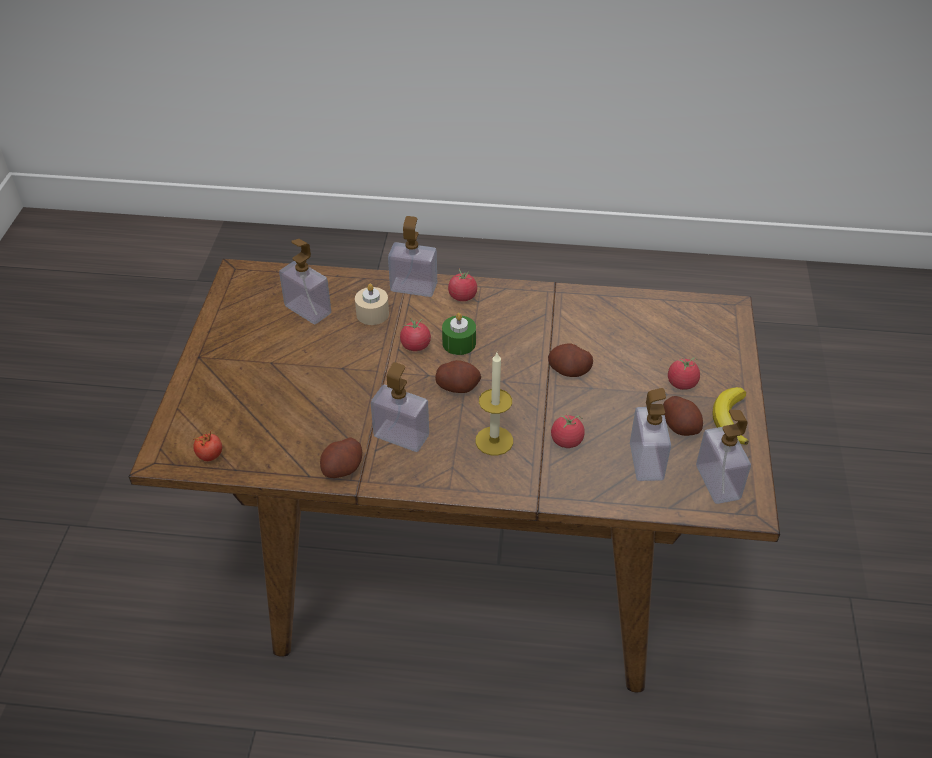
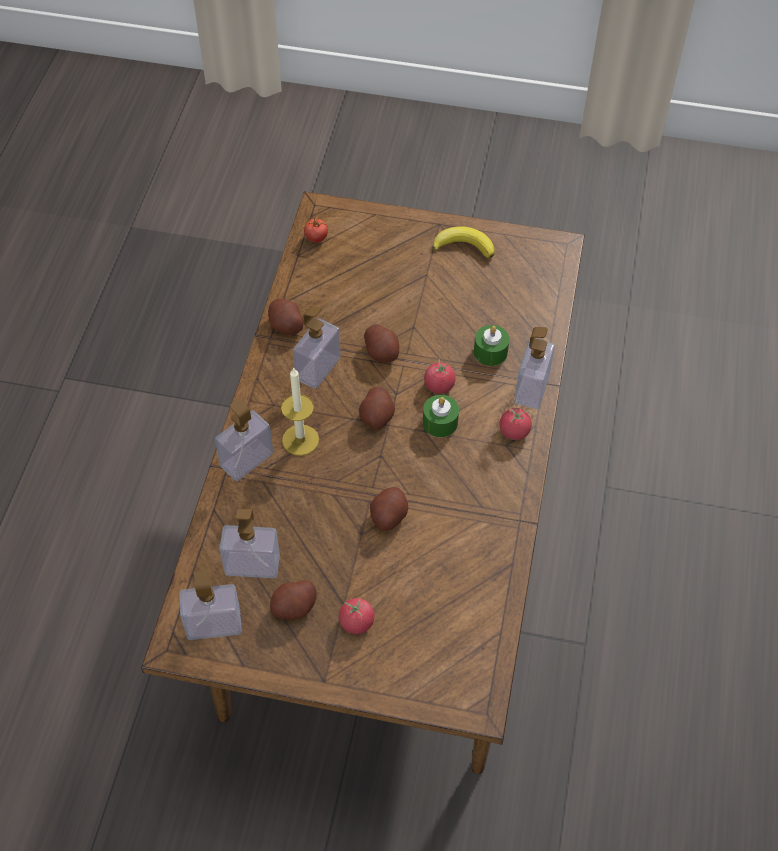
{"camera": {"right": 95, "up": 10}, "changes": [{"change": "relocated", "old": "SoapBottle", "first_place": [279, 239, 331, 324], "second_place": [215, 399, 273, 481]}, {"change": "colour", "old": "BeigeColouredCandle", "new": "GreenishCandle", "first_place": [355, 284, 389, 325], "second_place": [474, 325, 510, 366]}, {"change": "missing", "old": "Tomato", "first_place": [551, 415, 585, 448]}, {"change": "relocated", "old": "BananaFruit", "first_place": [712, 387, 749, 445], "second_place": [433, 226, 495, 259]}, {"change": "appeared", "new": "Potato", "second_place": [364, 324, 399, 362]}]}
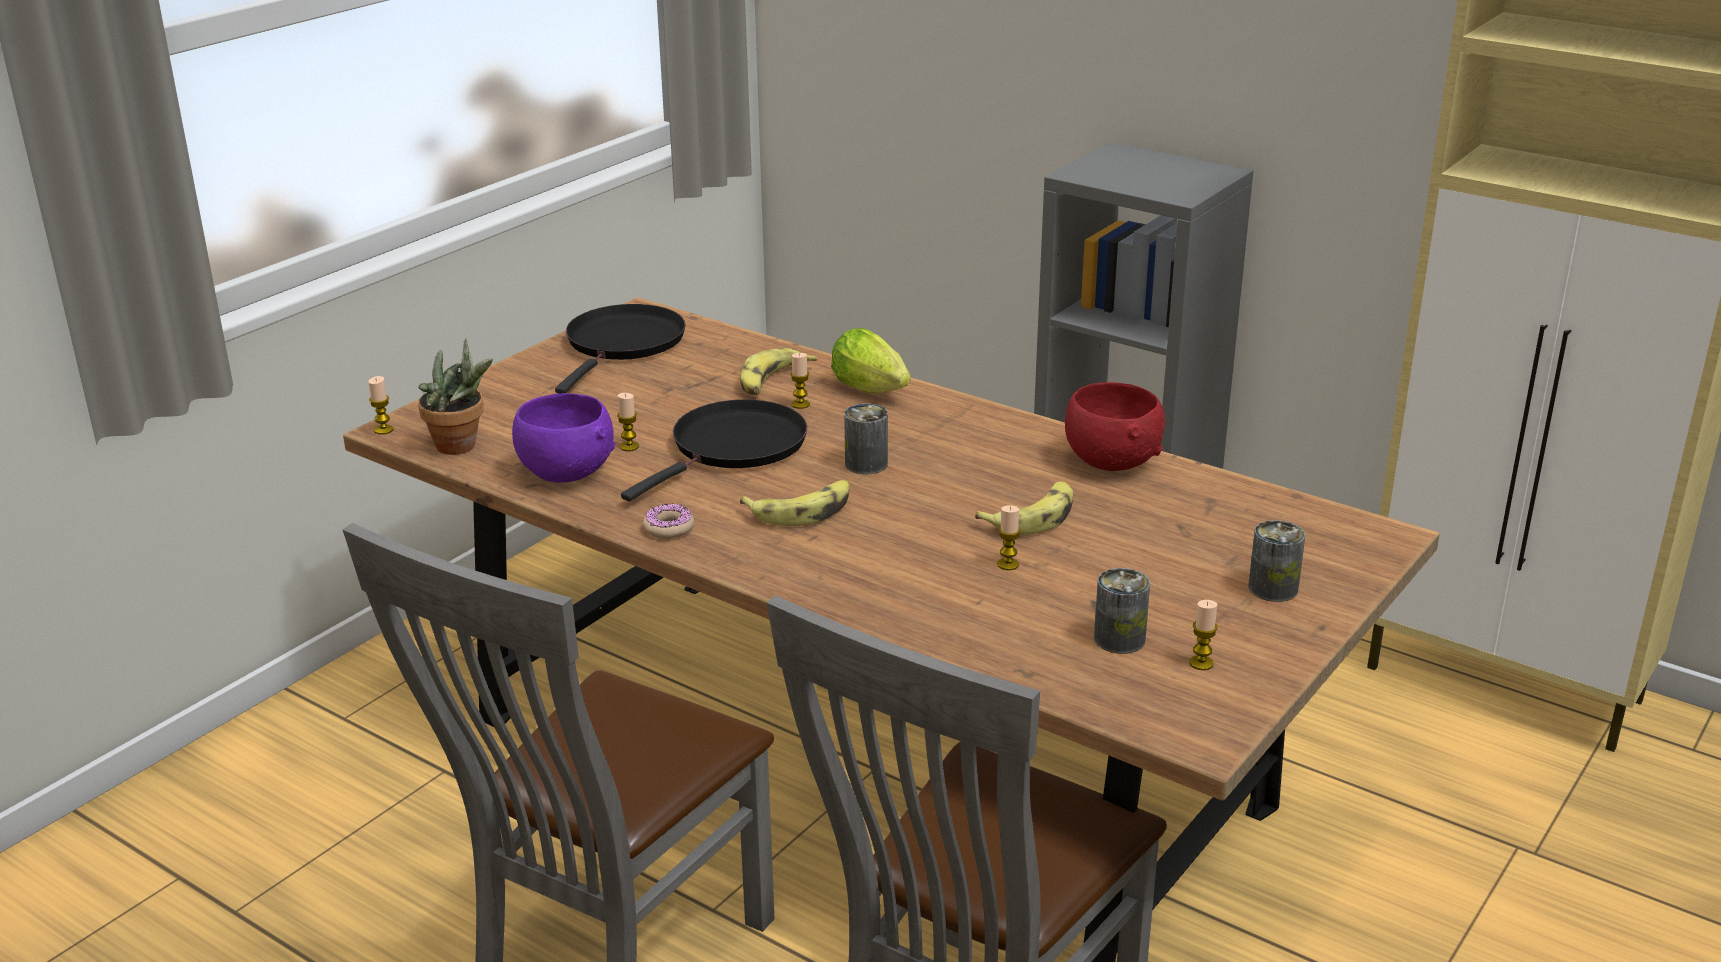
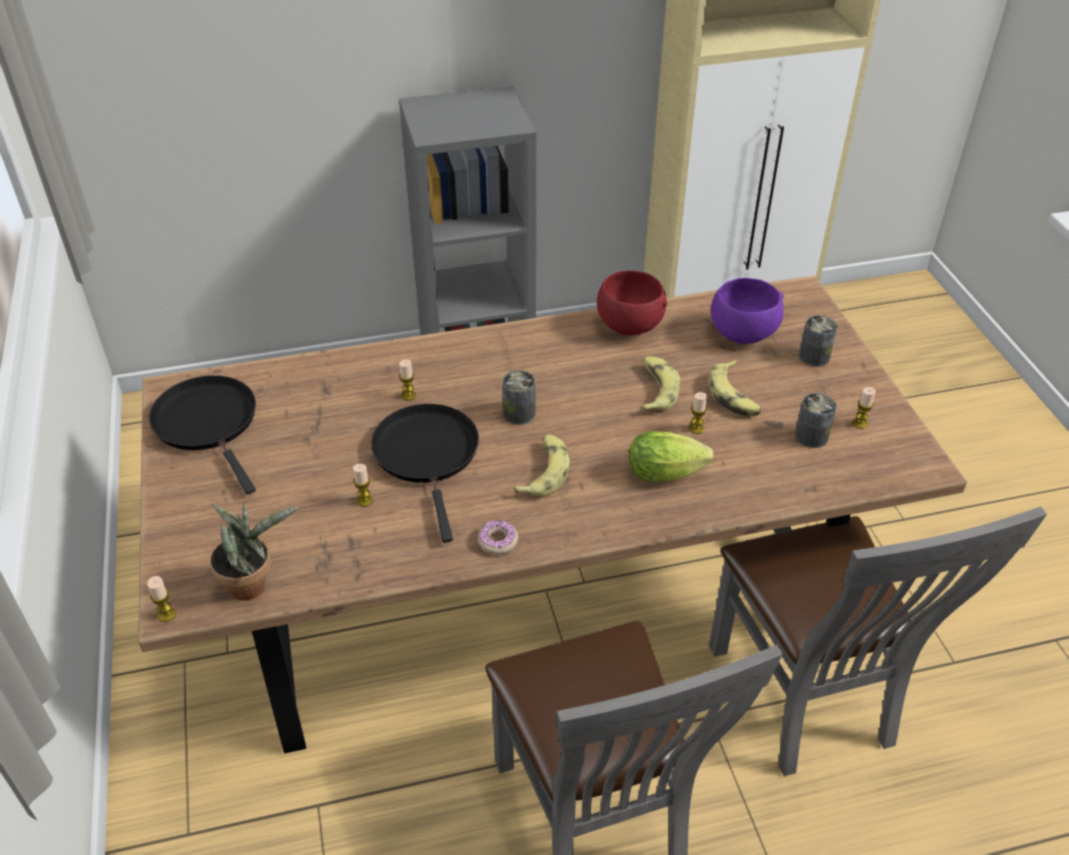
{"camera": {"right": -50, "up": 15}, "changes": [{"change": "relocated", "old": "PurplishDeepDish", "first_place": [512, 393, 616, 483], "second_place": [711, 278, 784, 344]}, {"change": "relocated", "old": "BananaFruit", "first_place": [740, 348, 817, 396], "second_place": [709, 360, 762, 416]}, {"change": "relocated", "old": "Lettuce", "first_place": [831, 328, 910, 393], "second_place": [629, 431, 714, 482]}]}
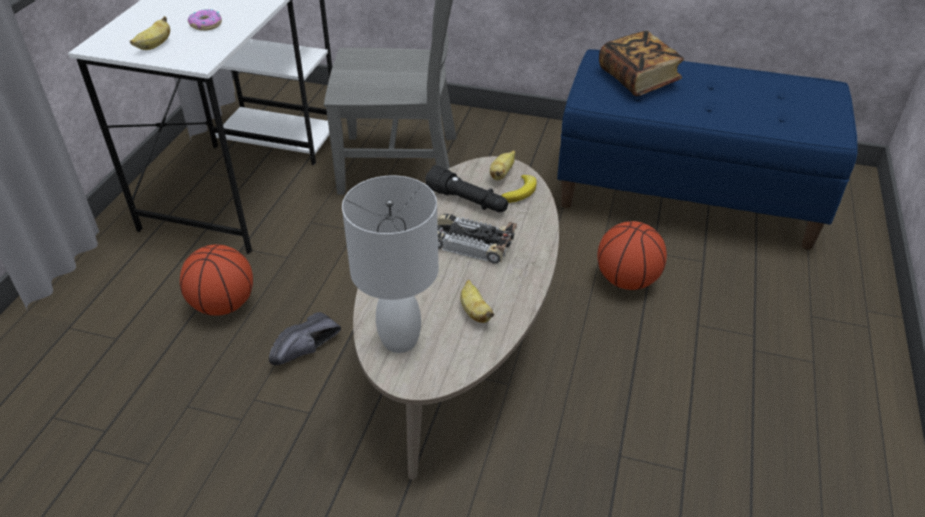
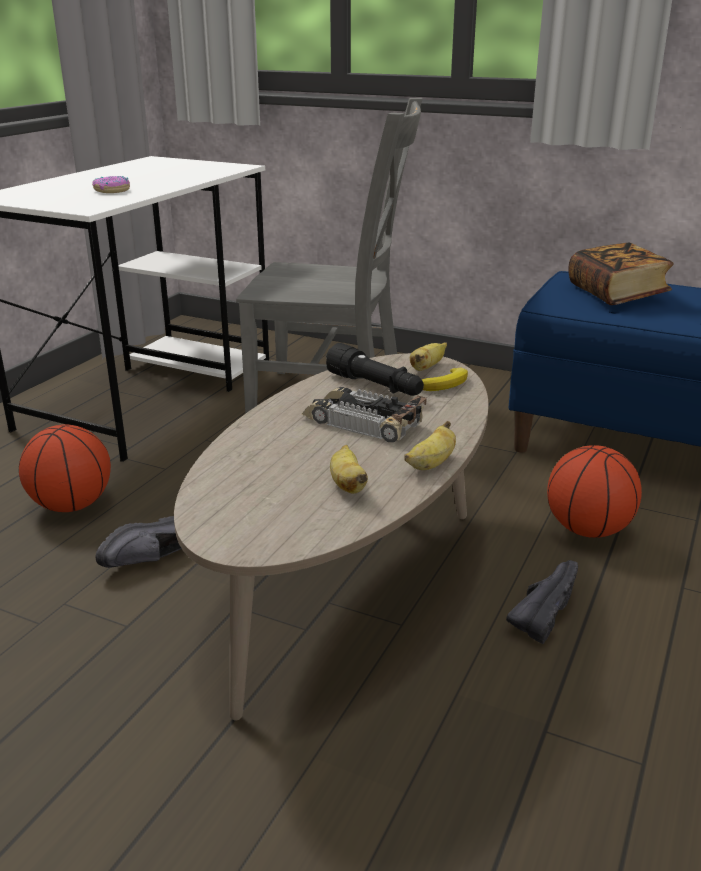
{"camera": {"right": 10, "up": -15}, "changes": [{"change": "relocated", "old": "BananaFruit", "first_place": [130, 16, 170, 50], "second_place": [404, 421, 456, 470]}, {"change": "missing", "old": "WhiteLampForATable", "first_place": [342, 176, 439, 353]}, {"change": "appeared", "new": "BlackColouredLowShoe", "second_place": [506, 560, 578, 644]}]}
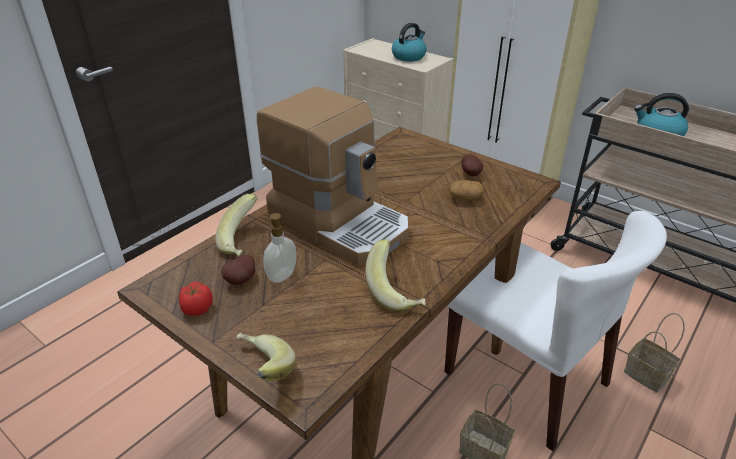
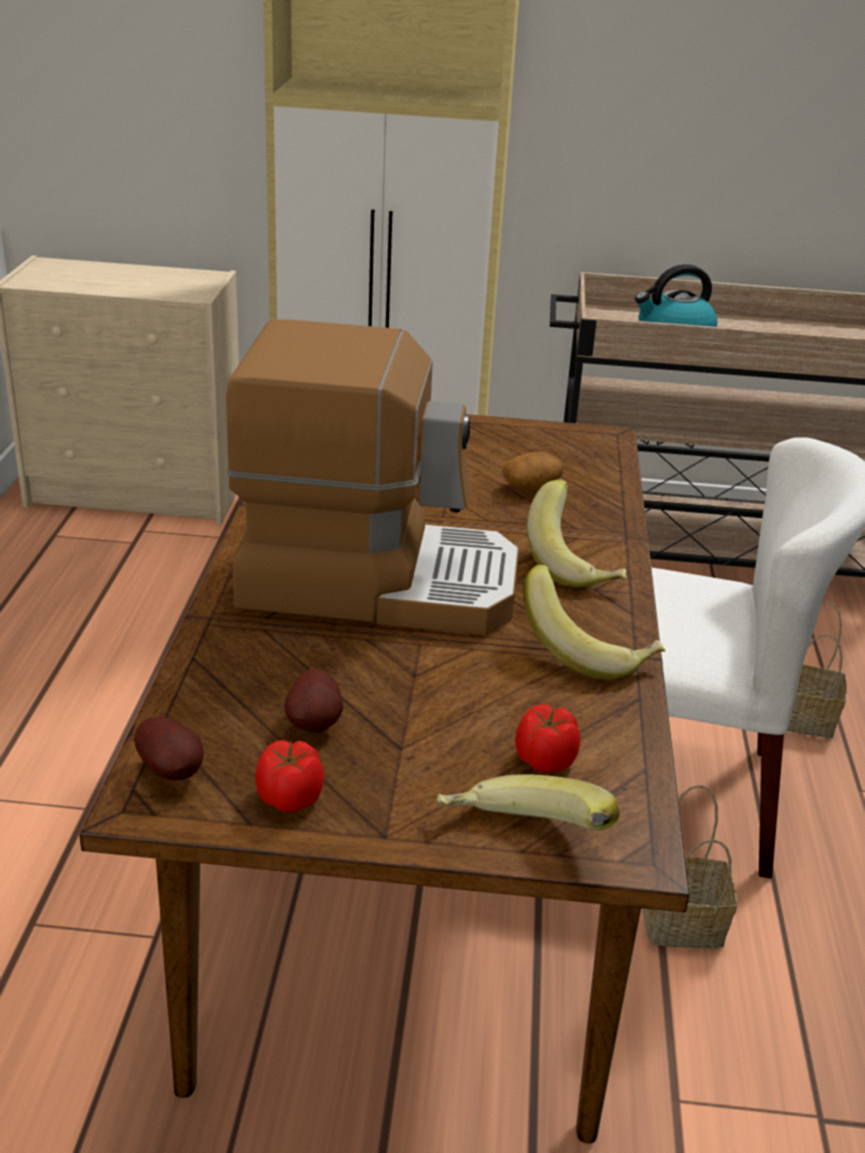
{"camera": {"right": -35, "up": -5}, "changes": [{"change": "relocated", "old": "BananaFruit", "first_place": [215, 194, 258, 256], "second_place": [527, 479, 627, 589]}, {"change": "missing", "old": "SoapBottle", "first_place": [263, 213, 297, 283]}, {"change": "missing", "old": "WaterKettle", "first_place": [392, 23, 427, 62]}, {"change": "relocated", "old": "Potato", "first_place": [461, 154, 483, 176], "second_place": [134, 716, 204, 780]}, {"change": "appeared", "new": "Tomato", "second_place": [516, 704, 580, 773]}]}
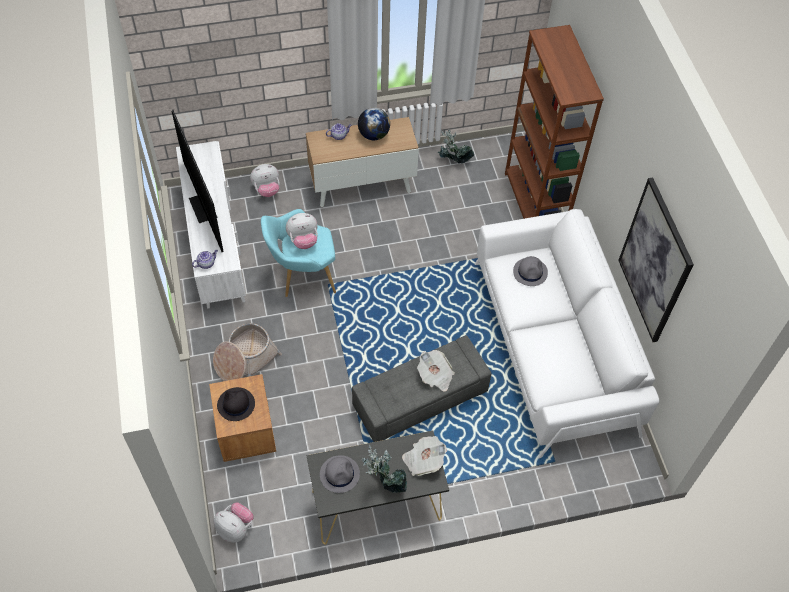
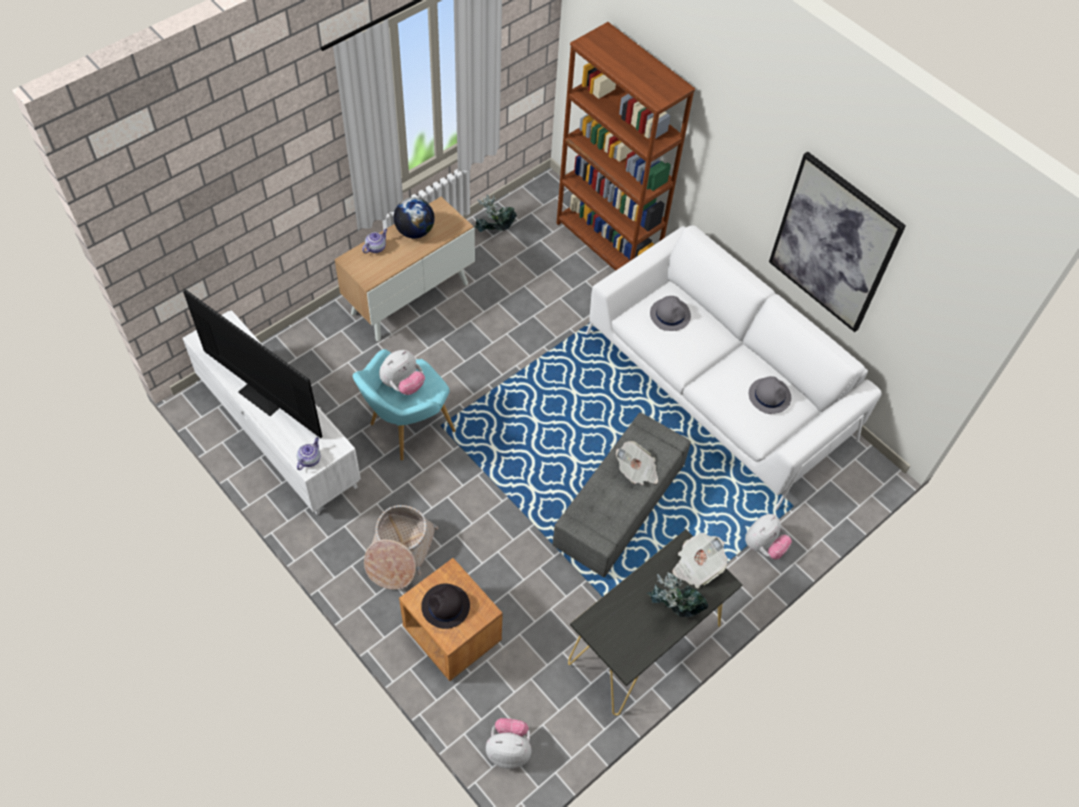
{"camera": {"right": -30, "up": 0}, "changes": [{"change": "relocated", "old": "PlushToy", "first_place": [250, 164, 280, 197], "second_place": [745, 514, 792, 560]}, {"change": "relocated", "old": "GreyWearableHat", "first_place": [320, 455, 360, 493], "second_place": [749, 376, 791, 414]}]}
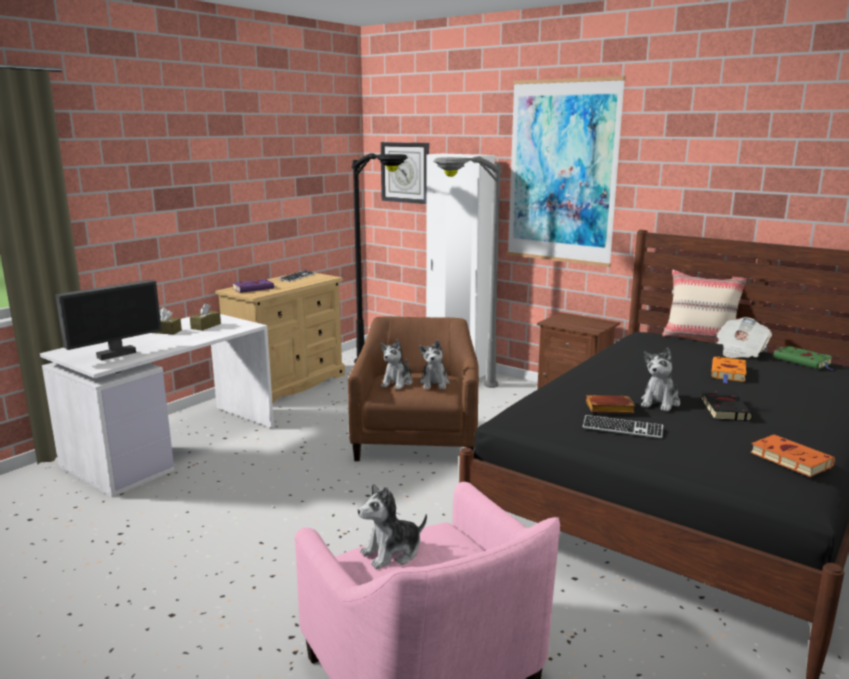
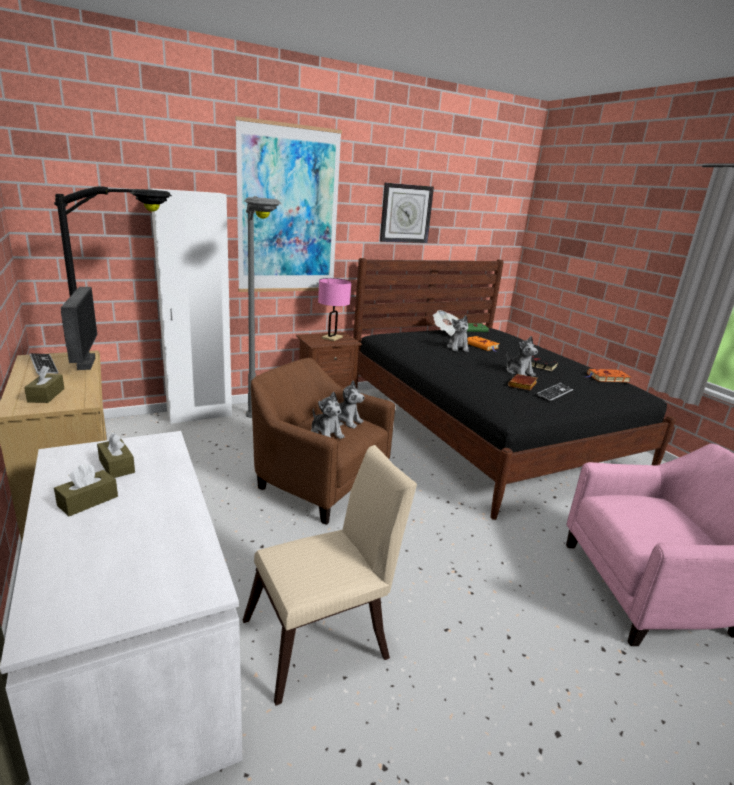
{"camera": {"right": -65, "up": 5}, "changes": [{"change": "relocated", "old": "ComputerScreen", "first_place": [55, 280, 162, 361], "second_place": [61, 287, 97, 370]}, {"change": "exchanged", "old": "PurplishVolume", "new": "BrownTissueBox", "first_place": [233, 279, 278, 293], "second_place": [24, 366, 65, 403]}, {"change": "relocated", "old": "PlushToy", "first_place": [358, 484, 427, 569], "second_place": [447, 315, 469, 352]}, {"change": "relocated", "old": "WallClock", "first_place": [381, 142, 429, 204], "second_place": [380, 183, 434, 243]}, {"change": "missing", "old": "BeigeColouredThrowPillow", "first_place": [663, 270, 747, 340]}, {"change": "appeared", "new": "BeigeColouredPlainChair", "second_place": [243, 445, 417, 706]}, {"change": "appeared", "new": "PinkLampForATable", "second_place": [318, 278, 351, 341]}]}
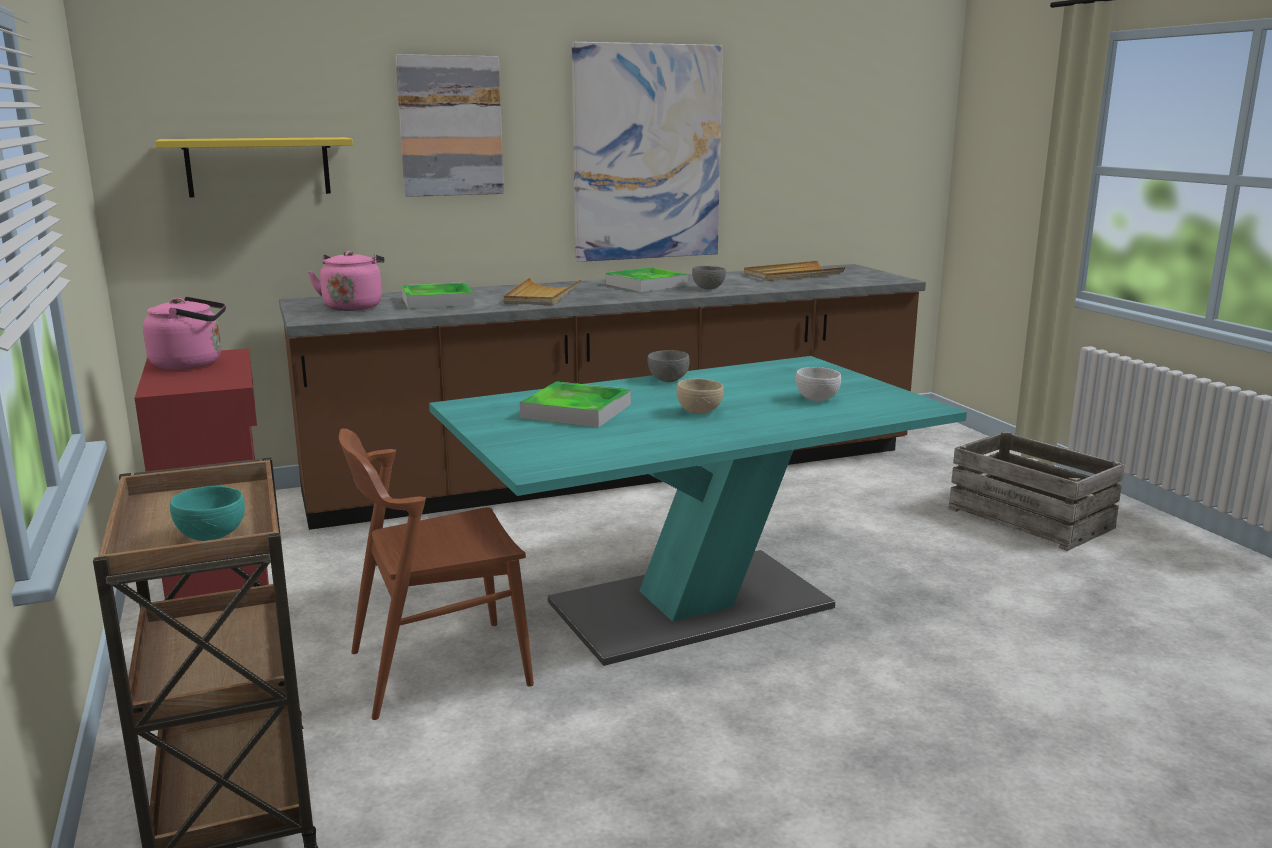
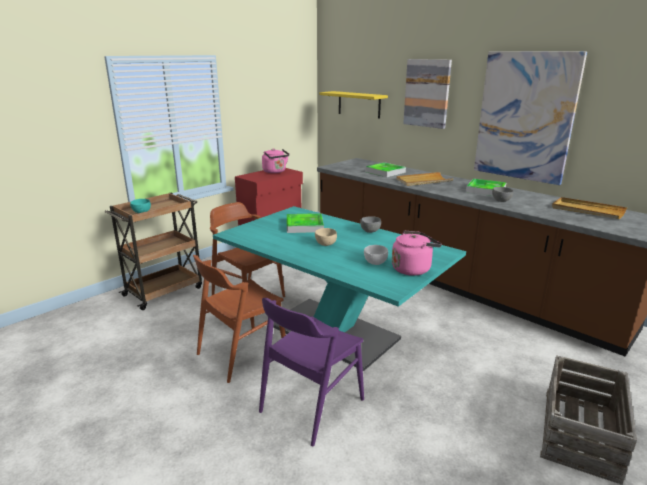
{"camera": {"right": 65, "up": 5}, "changes": [{"change": "relocated", "old": "PinkWaterKettle", "first_place": [308, 251, 385, 311], "second_place": [392, 231, 442, 276]}, {"change": "appeared", "new": "BrownPlainChair", "second_place": [193, 255, 286, 383]}, {"change": "appeared", "new": "PurplishPlainChair", "second_place": [259, 298, 364, 446]}]}
